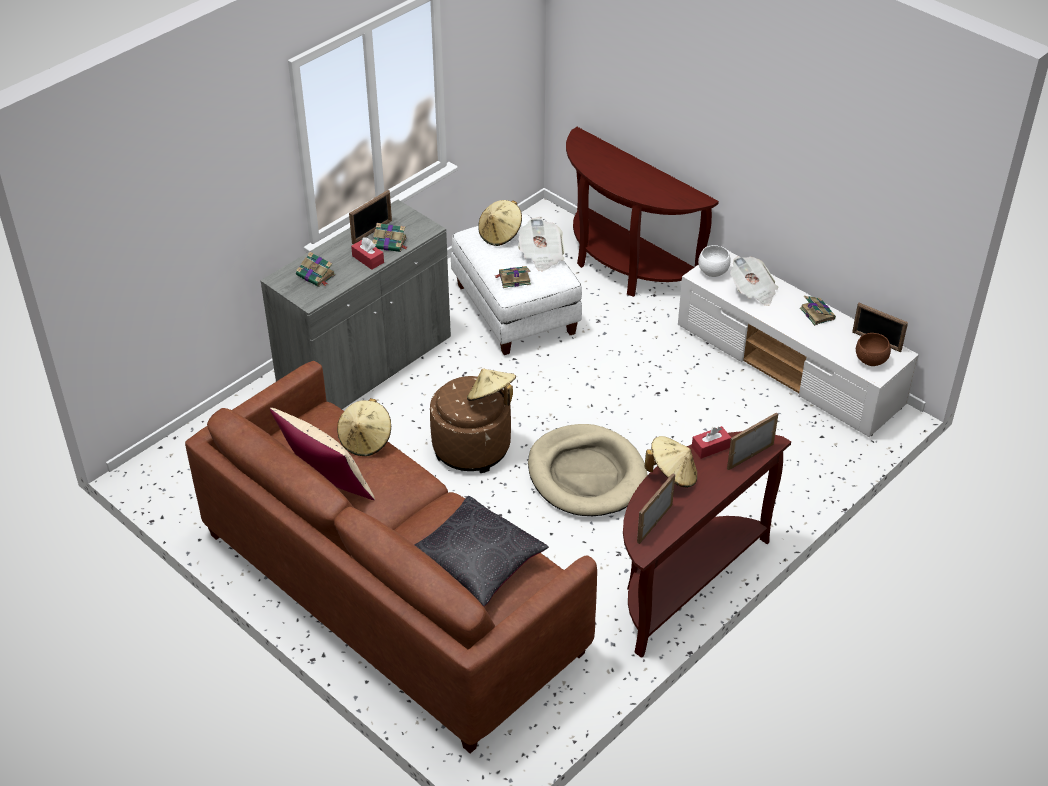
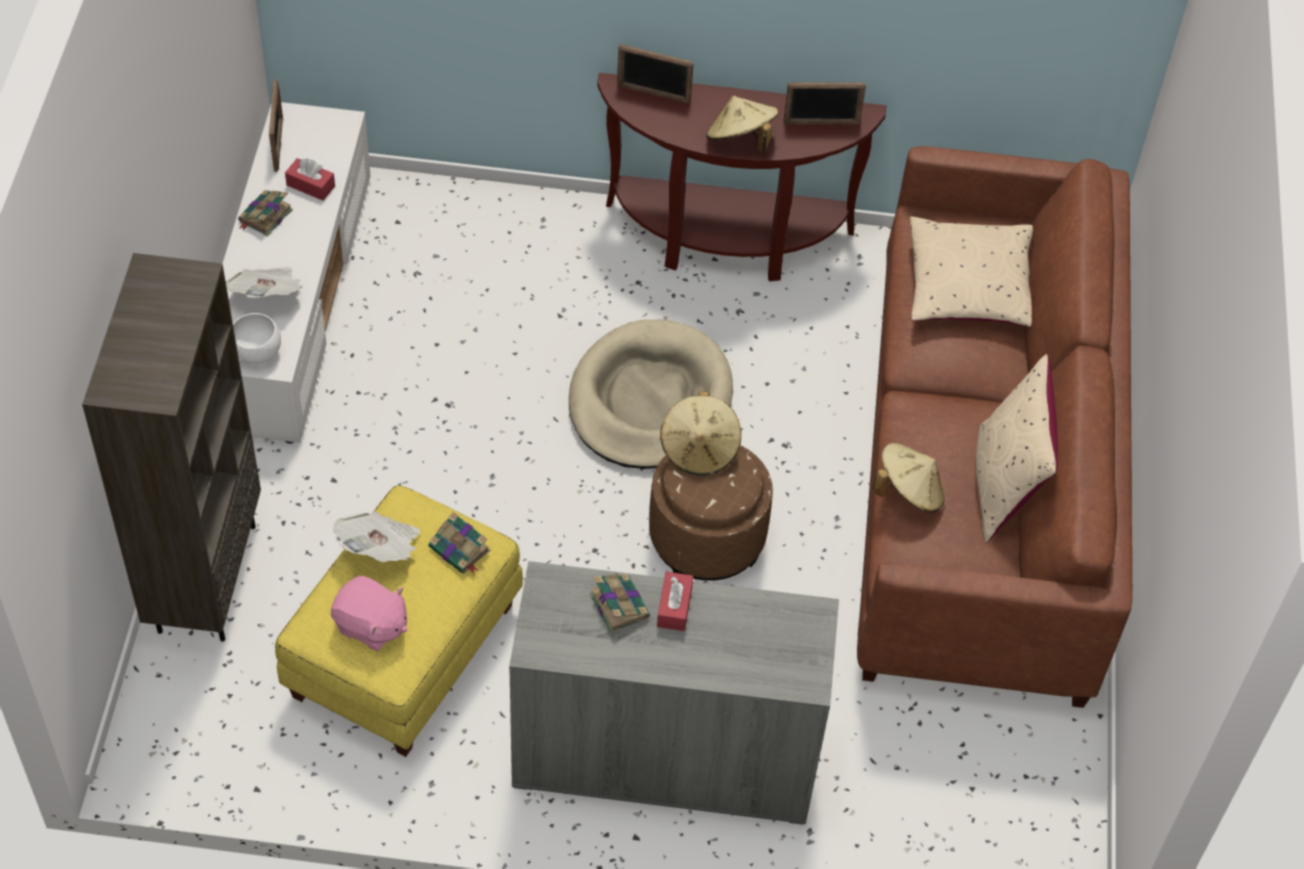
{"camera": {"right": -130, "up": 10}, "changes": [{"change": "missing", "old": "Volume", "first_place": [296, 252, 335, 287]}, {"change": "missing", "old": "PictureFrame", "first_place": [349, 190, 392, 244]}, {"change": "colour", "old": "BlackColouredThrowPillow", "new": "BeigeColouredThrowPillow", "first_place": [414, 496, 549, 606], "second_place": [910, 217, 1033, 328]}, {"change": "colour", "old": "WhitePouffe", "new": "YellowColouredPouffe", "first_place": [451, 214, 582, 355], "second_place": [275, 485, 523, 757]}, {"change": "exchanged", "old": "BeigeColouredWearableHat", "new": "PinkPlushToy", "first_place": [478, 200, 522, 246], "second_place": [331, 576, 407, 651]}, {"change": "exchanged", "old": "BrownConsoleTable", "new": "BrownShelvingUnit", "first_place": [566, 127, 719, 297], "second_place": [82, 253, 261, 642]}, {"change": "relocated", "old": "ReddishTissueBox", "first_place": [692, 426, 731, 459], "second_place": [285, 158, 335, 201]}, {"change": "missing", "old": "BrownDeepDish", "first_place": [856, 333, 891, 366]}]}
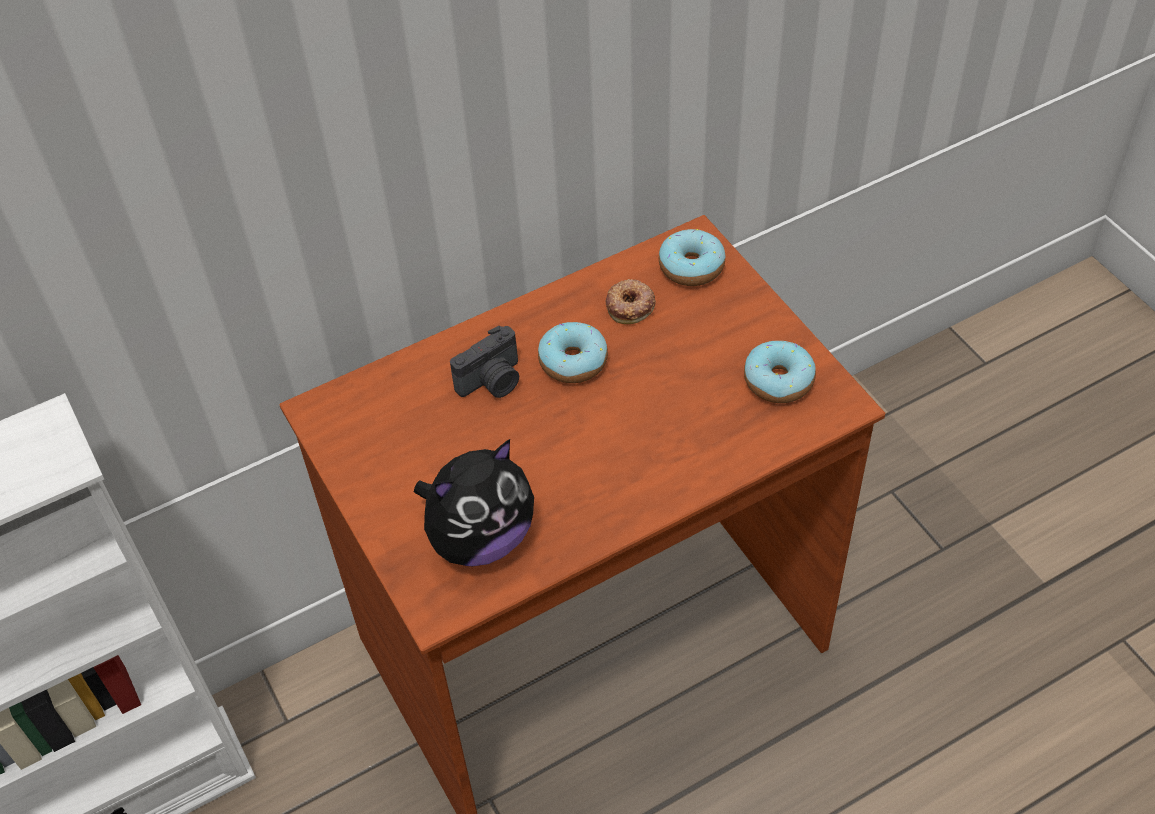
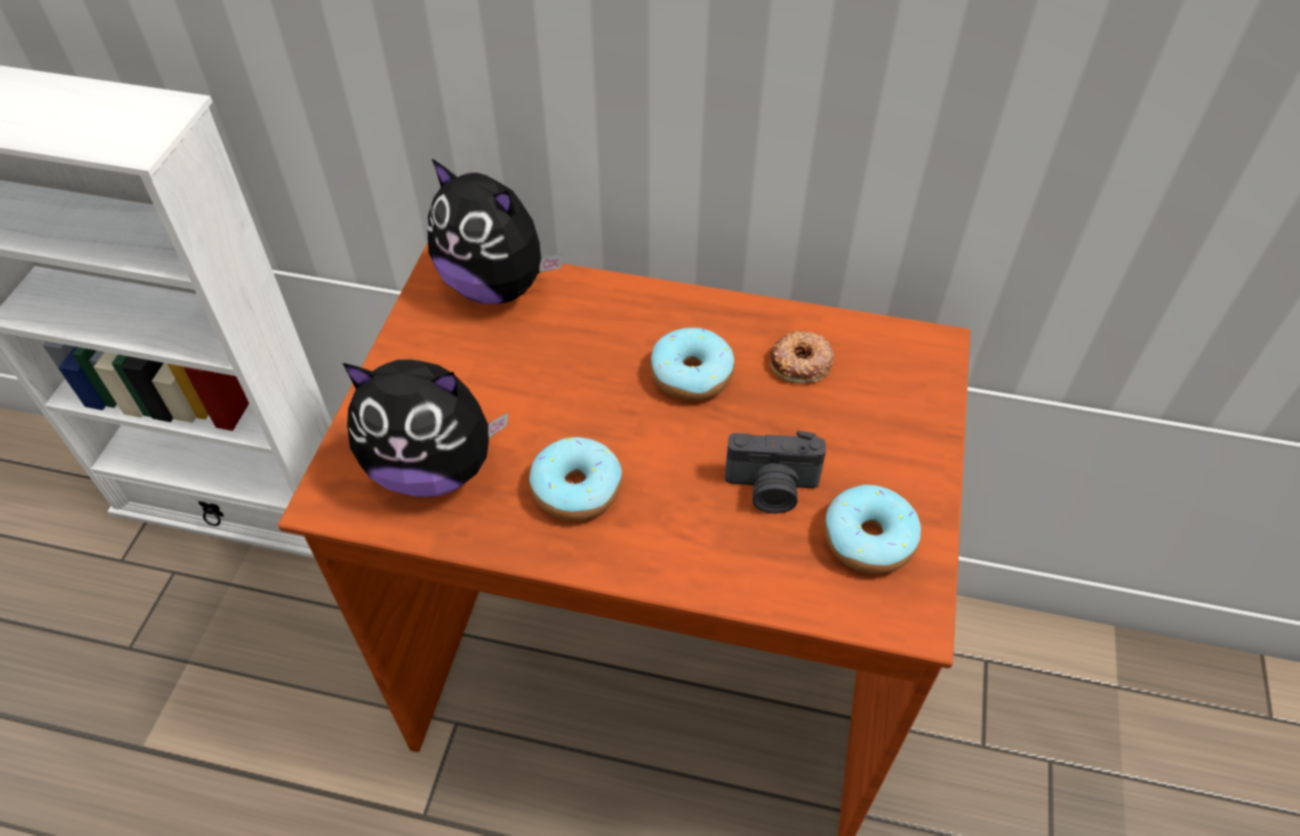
{"camera": {"right": 40, "up": 0}, "changes": [{"change": "relocated", "old": "PhotoCamera", "first_place": [450, 325, 519, 398], "second_place": [725, 431, 826, 514]}, {"change": "relocated", "old": "RingDoughnut", "first_place": [659, 229, 725, 286], "second_place": [529, 437, 622, 521]}, {"change": "appeared", "new": "PlushToy", "second_place": [428, 159, 563, 304]}]}
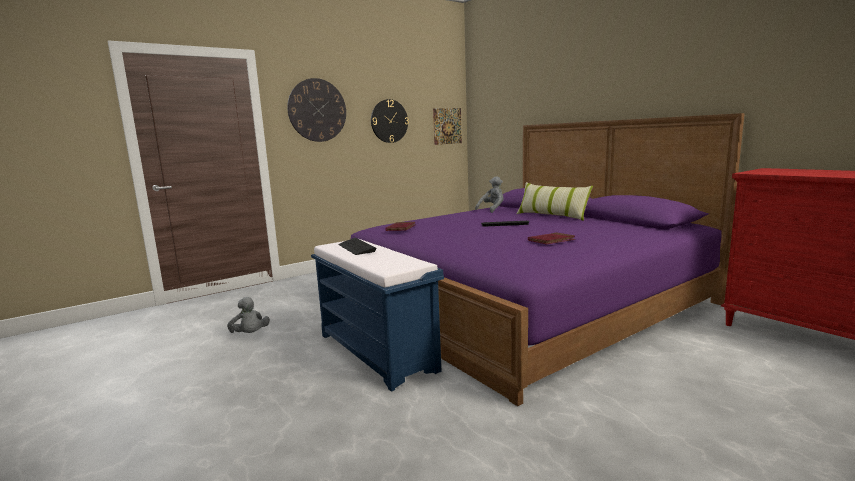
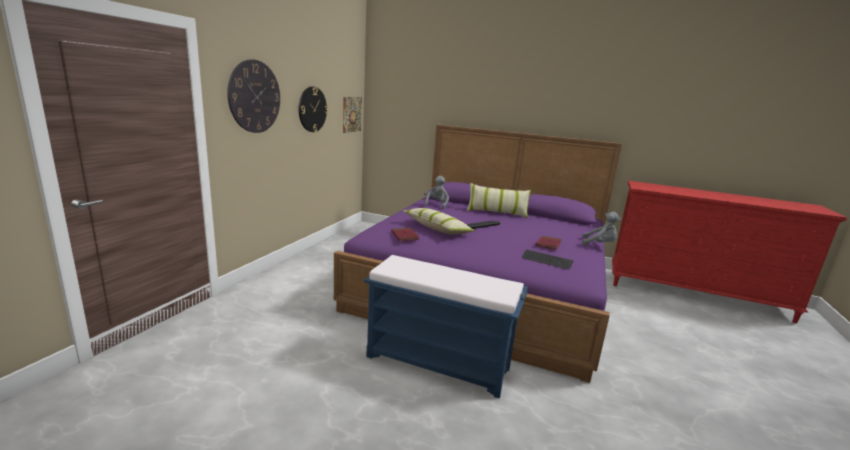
{"camera": {"right": -35, "up": 5}, "changes": [{"change": "relocated", "old": "GreyPlushToy", "first_place": [227, 297, 270, 333], "second_place": [582, 212, 621, 245]}, {"change": "relocated", "old": "PcKeyboard", "first_place": [338, 238, 377, 255], "second_place": [522, 249, 574, 270]}, {"change": "appeared", "new": "ThrowPillow", "second_place": [403, 208, 475, 235]}]}
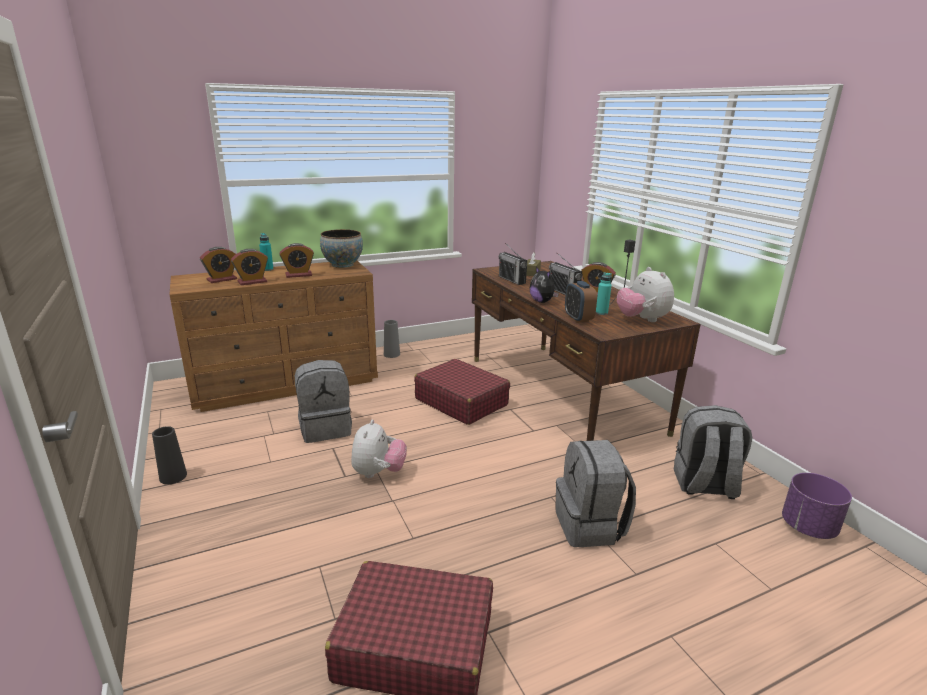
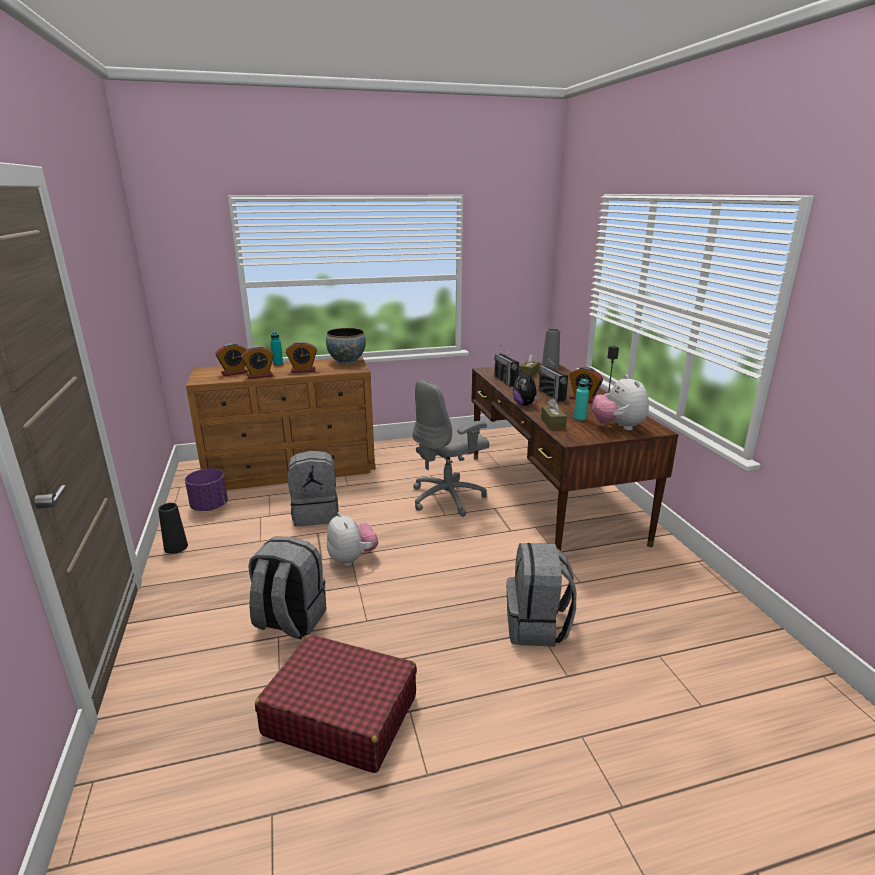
{"camera": {"right": 10, "up": 0}, "changes": [{"change": "spun", "old": "PlushToy", "first_place": [351, 420, 407, 478], "second_place": [327, 512, 378, 566], "degrees": -45}, {"change": "relocated", "old": "GreyDecorativeVase", "first_place": [384, 320, 400, 358], "second_place": [542, 328, 560, 369]}, {"change": "exchanged", "old": "ReddishTravelCase", "new": "GreyOfficeChair", "first_place": [414, 359, 510, 425], "second_place": [412, 379, 490, 517]}, {"change": "exchanged", "old": "TableClock", "new": "BrownTissueBox", "first_place": [565, 281, 597, 323], "second_place": [541, 398, 567, 430]}, {"change": "relocated", "old": "GreyKnapsack", "first_place": [674, 405, 752, 499], "second_place": [248, 537, 327, 639]}, {"change": "relocated", "old": "PurplishPlantPot", "first_place": [782, 473, 852, 539], "second_place": [185, 469, 228, 511]}]}
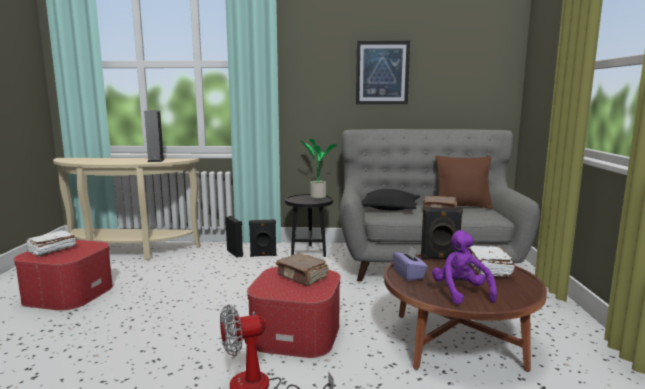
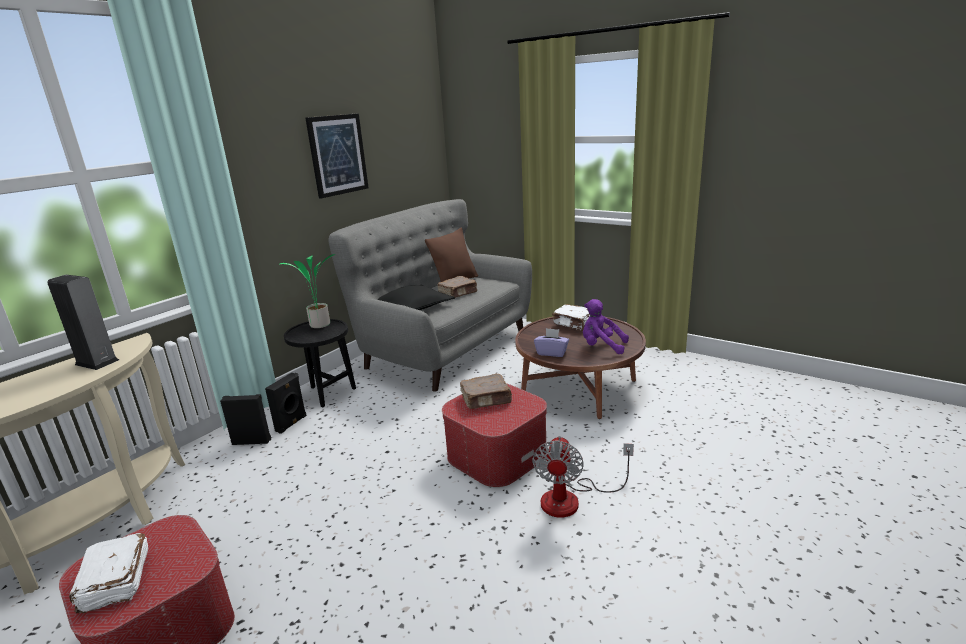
{"camera": {"right": -55, "up": 10}, "changes": [{"change": "missing", "old": "BlackColouredSpeaker", "first_place": [421, 207, 463, 259]}]}
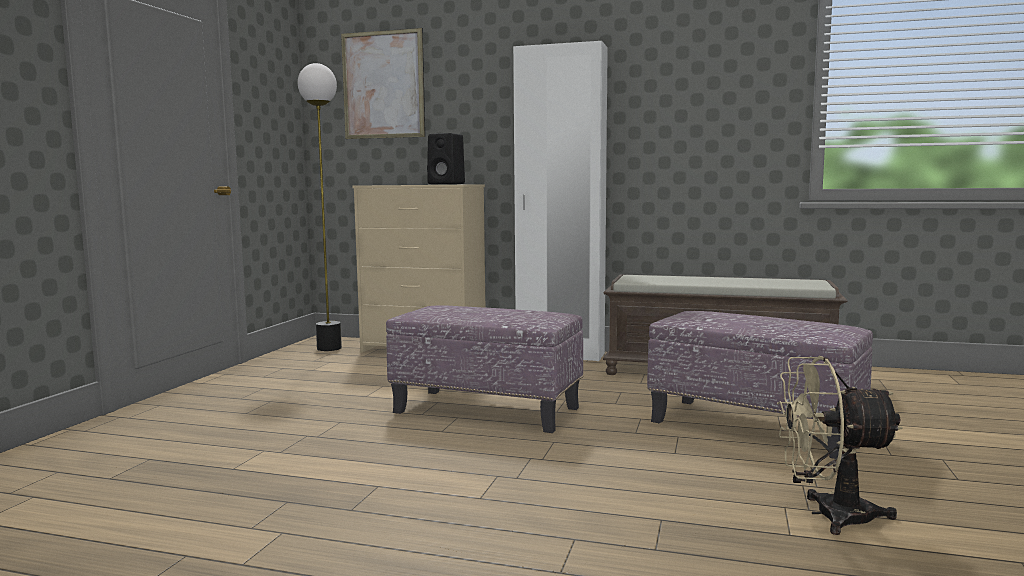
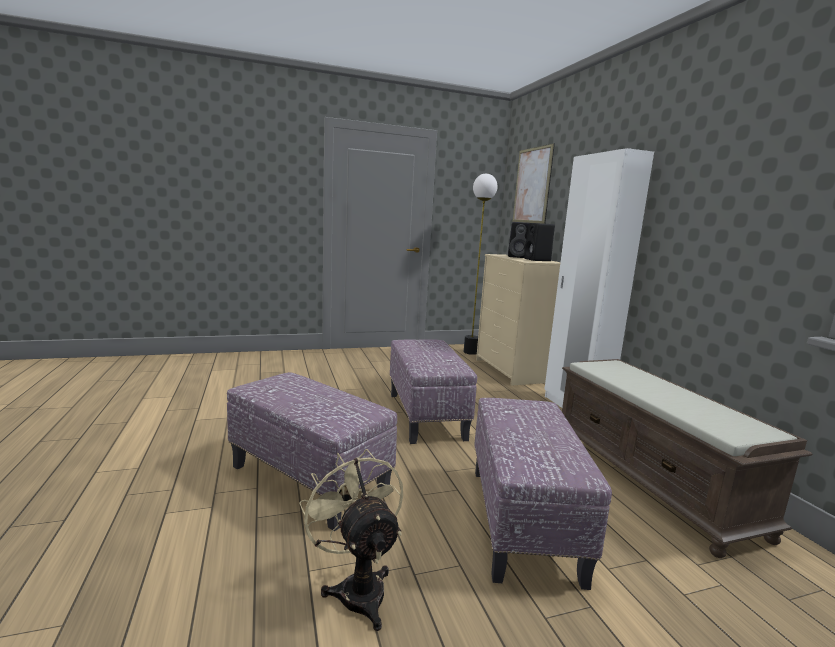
{"camera": {"right": 55, "up": 5}, "changes": [{"change": "appeared", "new": "Pouffe", "second_place": [227, 372, 397, 531]}, {"change": "appeared", "new": "BlackColouredSpeaker", "second_place": [508, 222, 529, 258]}]}
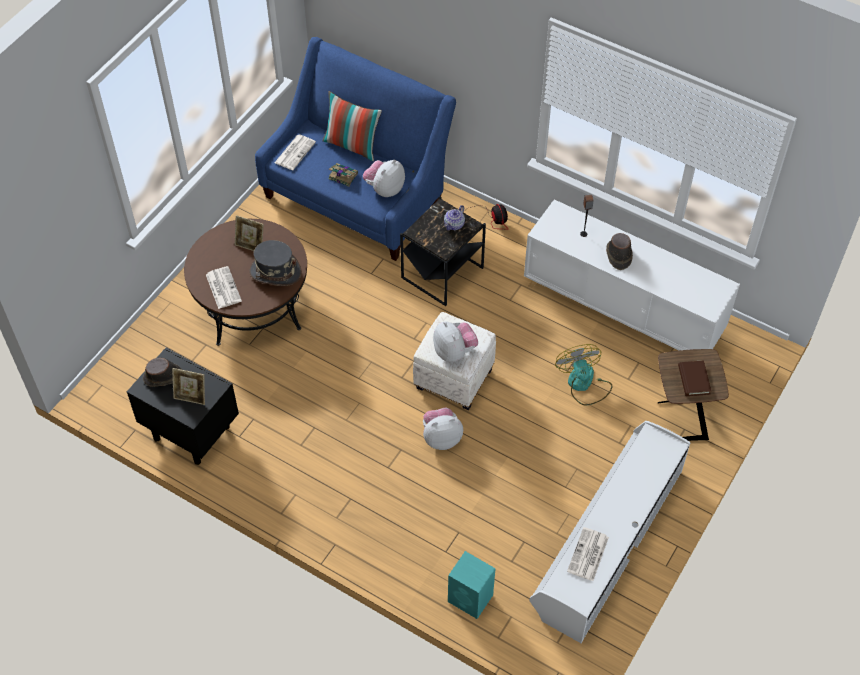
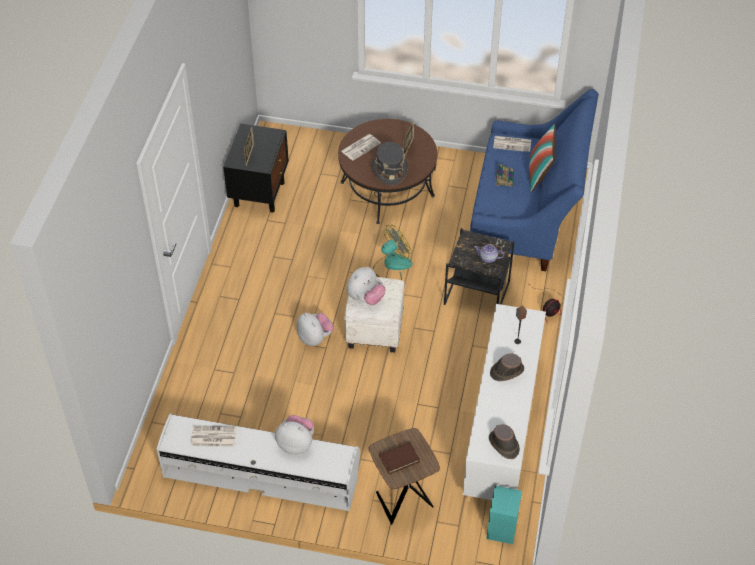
{"camera": {"right": 70, "up": -5}, "changes": [{"change": "relocated", "old": "BrownWearableHat", "first_place": [143, 358, 182, 387], "second_place": [489, 424, 520, 459]}, {"change": "relocated", "old": "PlushToy", "first_place": [363, 160, 405, 197], "second_place": [275, 415, 314, 455]}, {"change": "relocated", "old": "BlueGreenSpeaker", "first_place": [448, 551, 496, 619], "second_place": [486, 486, 522, 544]}, {"change": "relocated", "old": "Fan", "first_place": [555, 344, 613, 405], "second_place": [373, 225, 413, 280]}]}
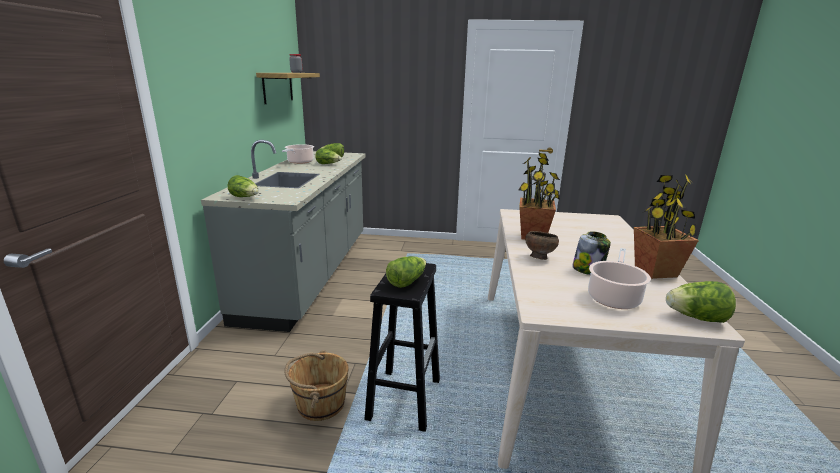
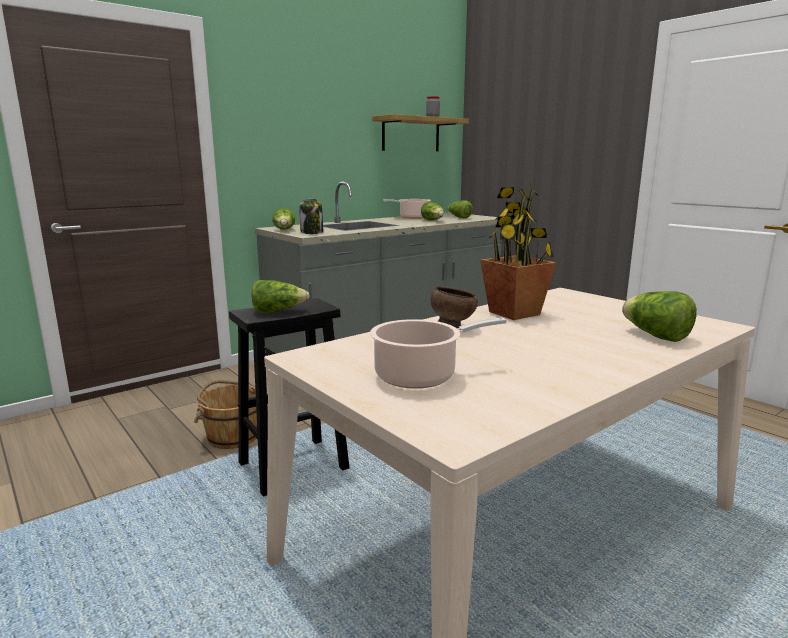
{"camera": {"right": 45, "up": -5}, "changes": [{"change": "relocated", "old": "Jar", "first_place": [572, 231, 611, 275], "second_place": [299, 199, 323, 234]}, {"change": "missing", "old": "PlantInAPot", "first_place": [634, 174, 699, 279]}, {"change": "relocated", "old": "Lettuce", "first_place": [666, 281, 736, 323], "second_place": [622, 291, 697, 342]}]}
